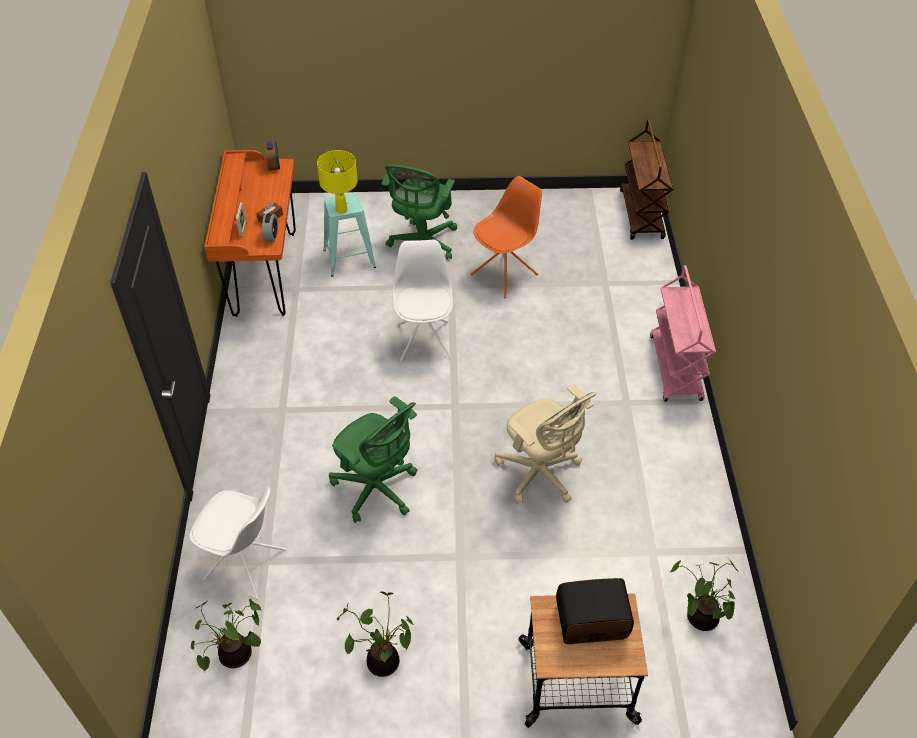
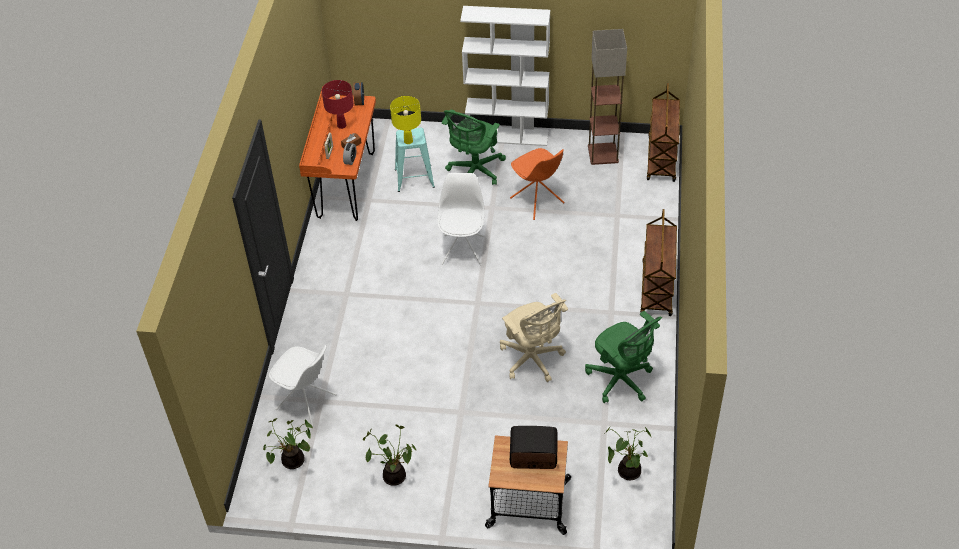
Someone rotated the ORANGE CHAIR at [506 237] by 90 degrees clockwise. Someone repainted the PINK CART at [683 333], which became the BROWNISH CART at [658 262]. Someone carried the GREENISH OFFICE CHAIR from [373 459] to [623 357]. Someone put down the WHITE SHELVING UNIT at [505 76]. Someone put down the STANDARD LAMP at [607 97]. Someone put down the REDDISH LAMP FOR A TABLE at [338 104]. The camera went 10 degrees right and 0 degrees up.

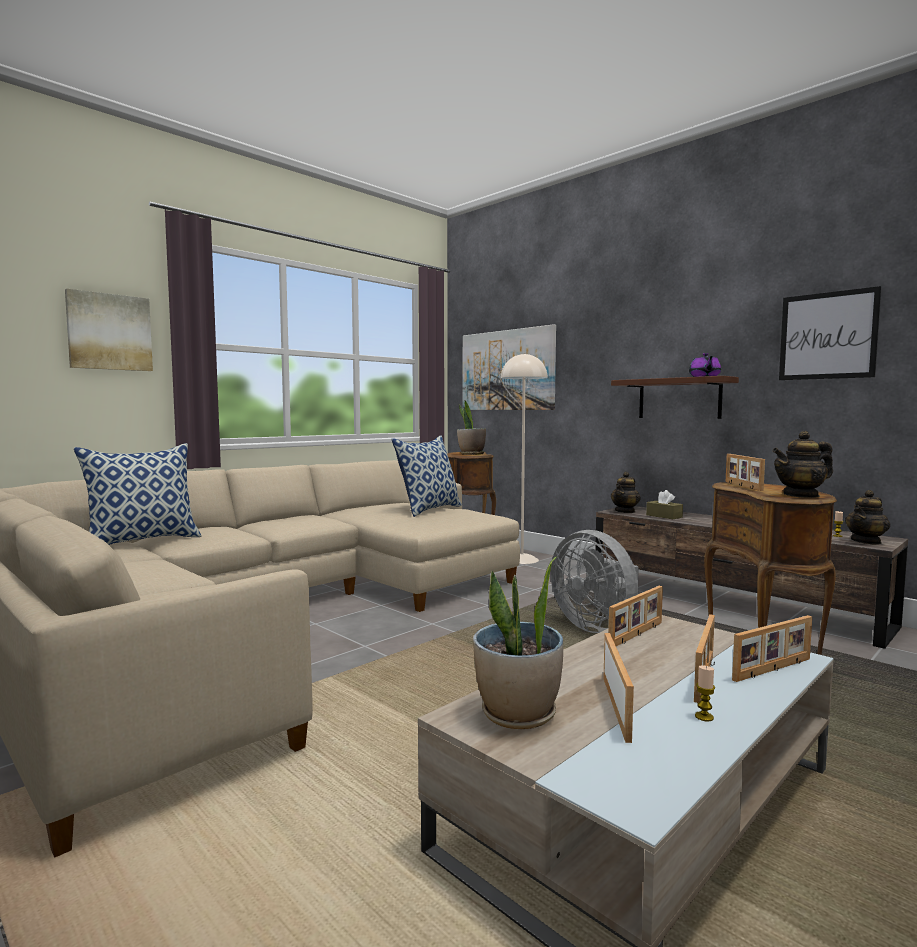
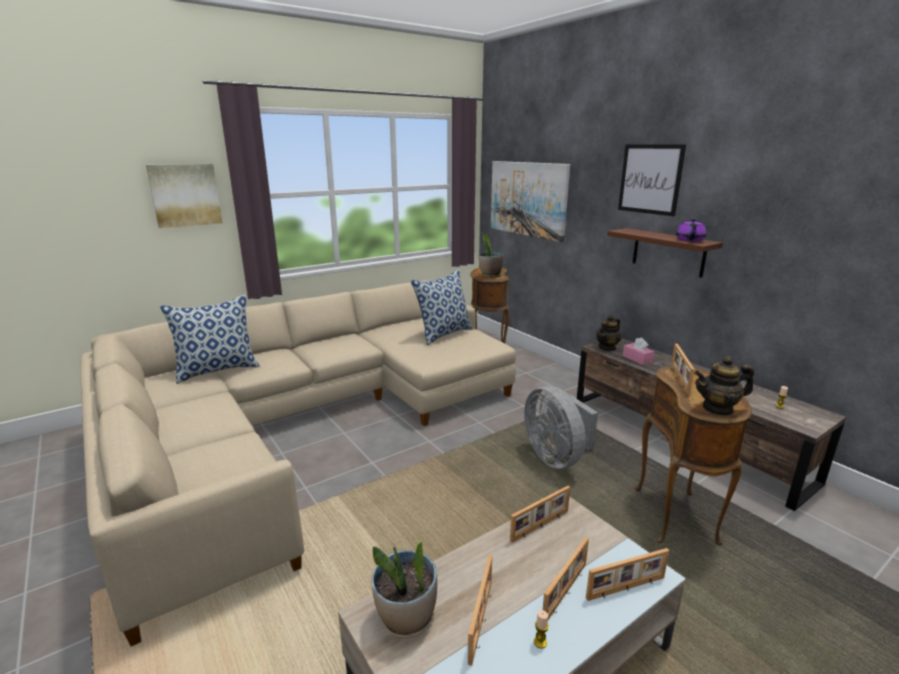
Someone carried the WALL ART from [830 333] to [652 180]. Someone took away the SAND-COLOURED STANDARD LAMP at [524 458]. Someone repainted the BROWNISH TISSUE HOLDER at [664 504], which became the PINK TISSUE HOLDER at [639 351]. Someone took away the POT FOR TEA at [867 517]. The camera went 10 degrees right and 15 degrees up.

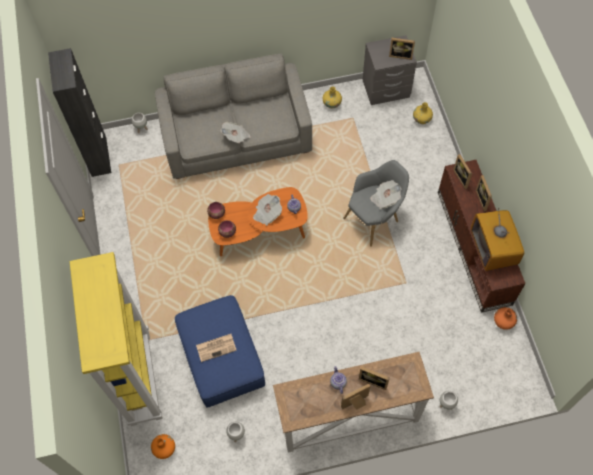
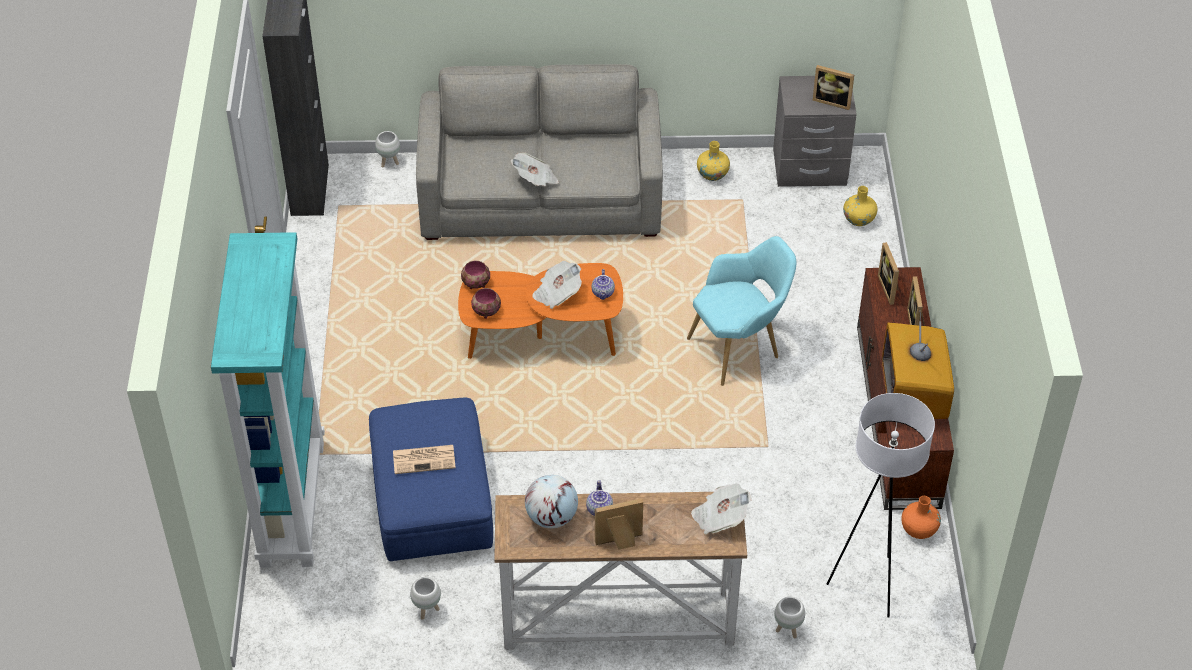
Someone repainted the GREY LOUNGE CHAIR at [376 203], which became the TURQUOISE LOUNGE CHAIR at [741 311]. Someone carried the DAILY PAPER from [385 195] to [721 509]. Someone repainted the YELLOW-COLOURED SHELVING UNIT at [116 339], which became the TURQUOISE SHELVING UNIT at [268 400]. Someone took away the STANDING FRAME at [374 378]. Someone took away the ORANGE DECORATIVE VASE at [163 446]. Someone put down the WHITE STANDARD LAMP at [880 505]. Someone put down the WORLD GLOBE at [551 501]. The camera went 10 degrees right and 15 degrees down.

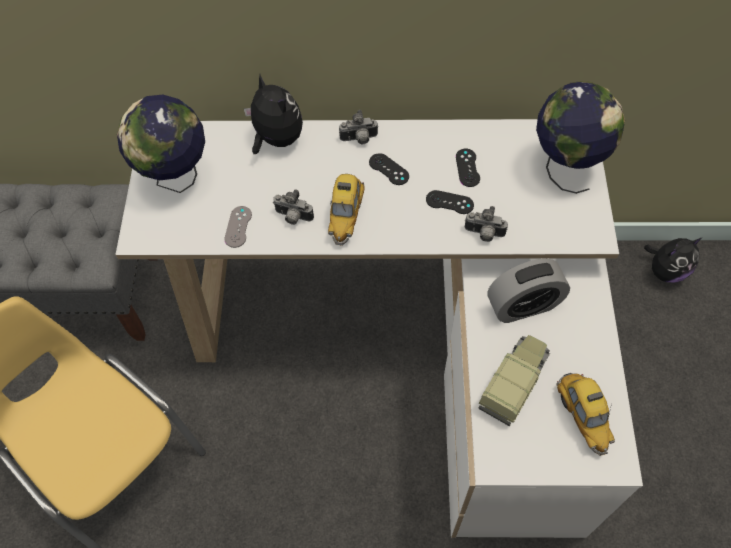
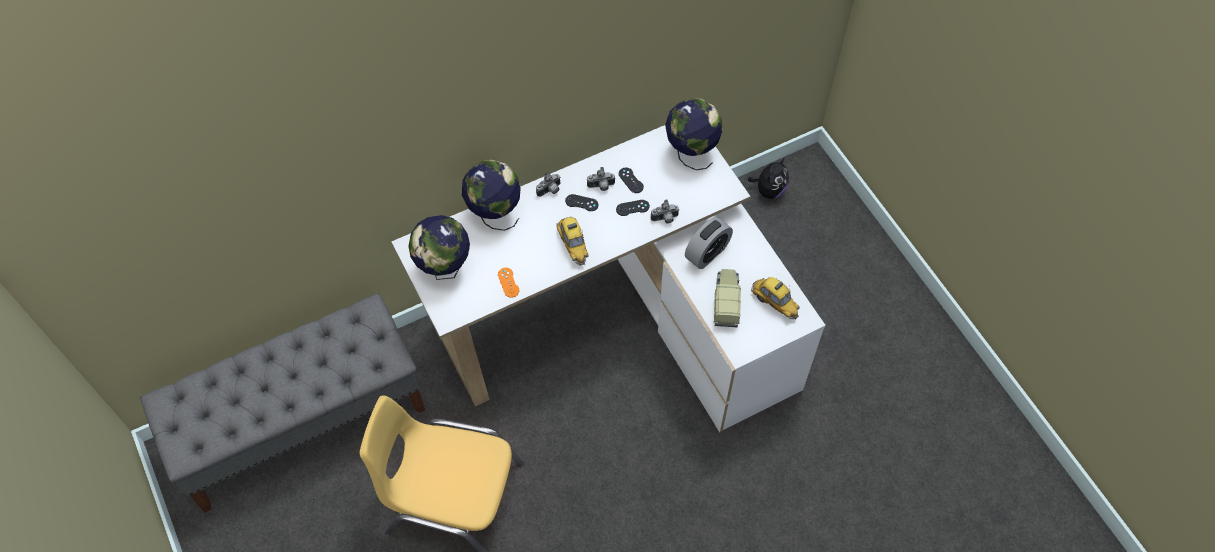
Someone swapped the SOFT TOY at [273 114] for the WORLD GLOBE at [491 195]. Someone carried the PHOTO CAMERA from [293 207] to [601 179]. Someone repainted the GREY GAME CONTROLLER at [238 227], which became the ORANGE GAME CONTROLLER at [509 283]. The camera went 30 degrees left and 0 degrees up.

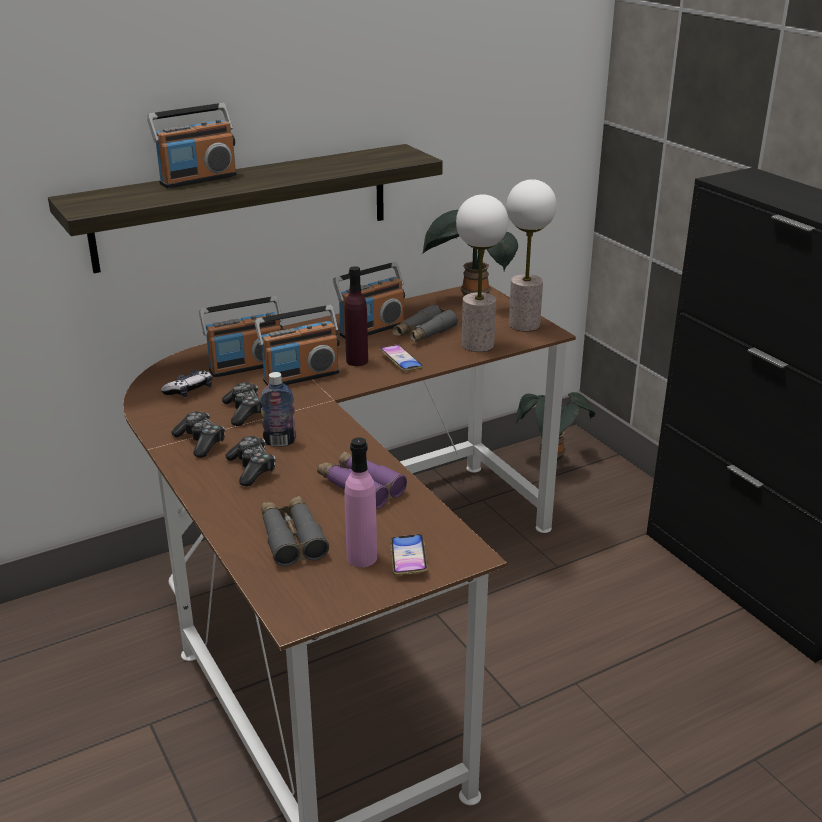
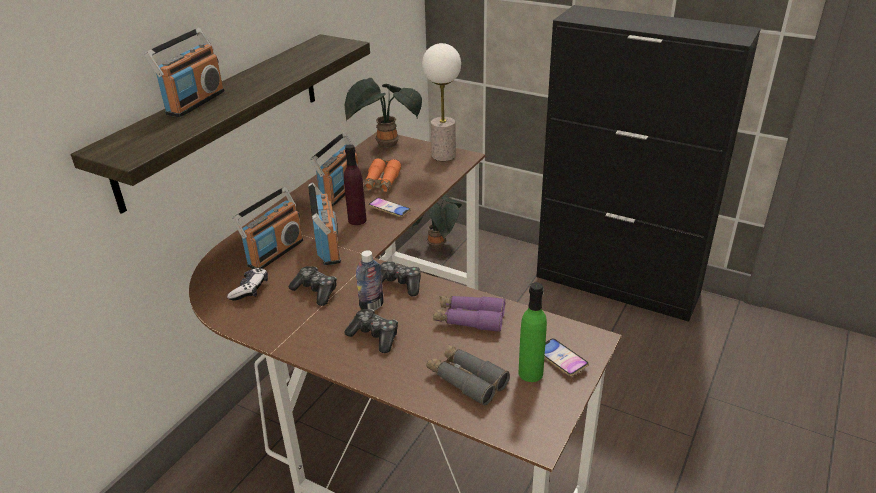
Someone took away the LAMP FOR A TABLE at [482 273]. Someone repainted the GREY FIELD GLASSES at [425 323], which became the ORANGE FIELD GLASSES at [382 175]. Someone rotated the RADIO at [297 345] by 45 degrees counterclockwise. Someone carried the GAME CONTROLLER from [198 434] to [401 278]. Someone repainted the PINK BOTTLE at [361 502], which became the GREENISH BOTTLE at [533 332]. The camera went 30 degrees left and 5 degrees up.

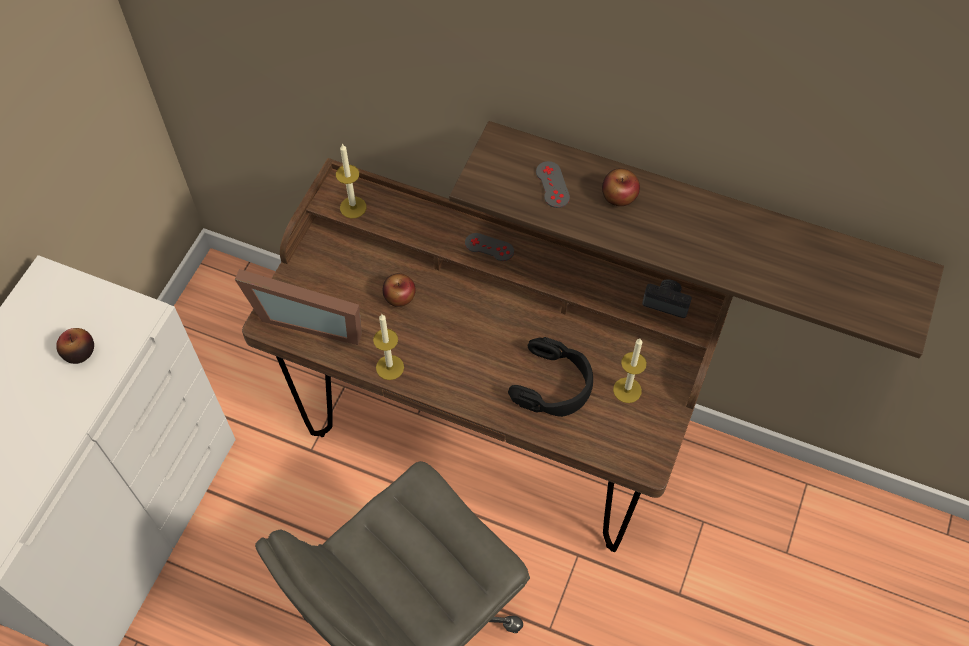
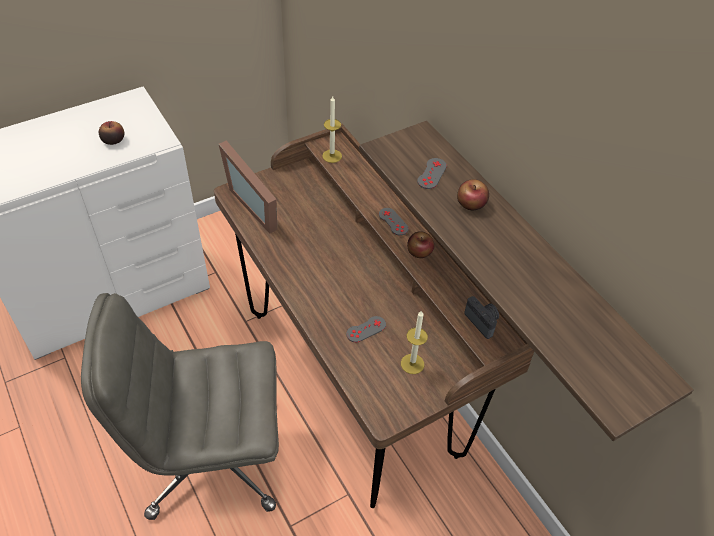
Someone carried the WHOLE APPLE from [399 290] to [420 244]. Someone took away the WAX CANDLE at [388 347]. Someone swapped the BLACK HEADSET at [550 377] for the GREY GAME CONTROLLER at [366 329]. The camera went 35 degrees right and 10 degrees down.

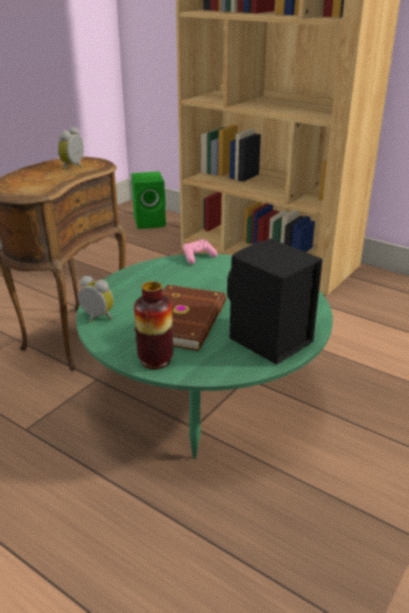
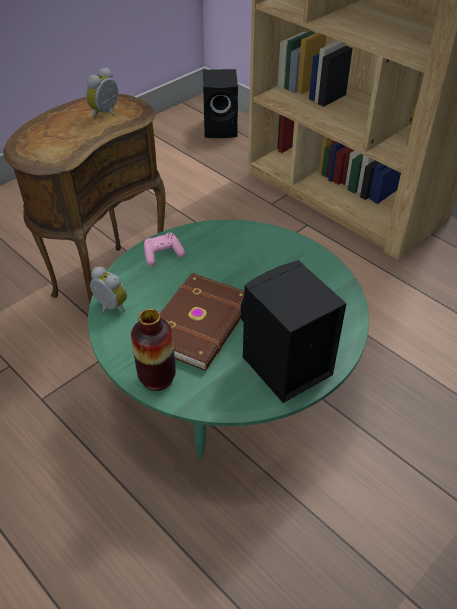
Someone repainted the GREENISH AUDIO SPEAKER at [148 200], which became the BLACK AUDIO SPEAKER at [220 103]. Someone carried the PINK GAME CONTROLLER from [200 251] to [164 249]. The camera went 10 degrees right and 15 degrees up.

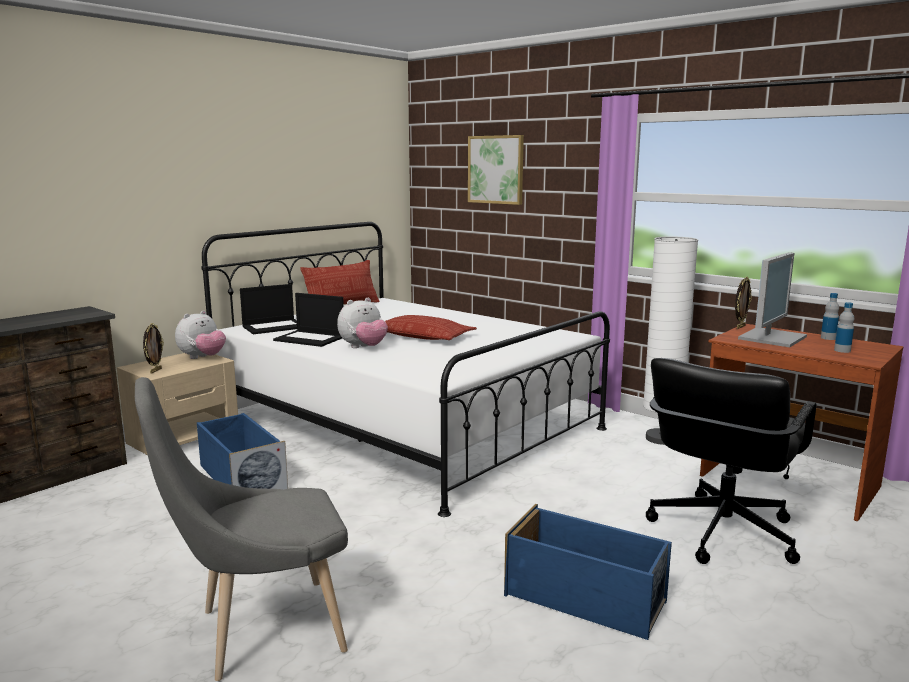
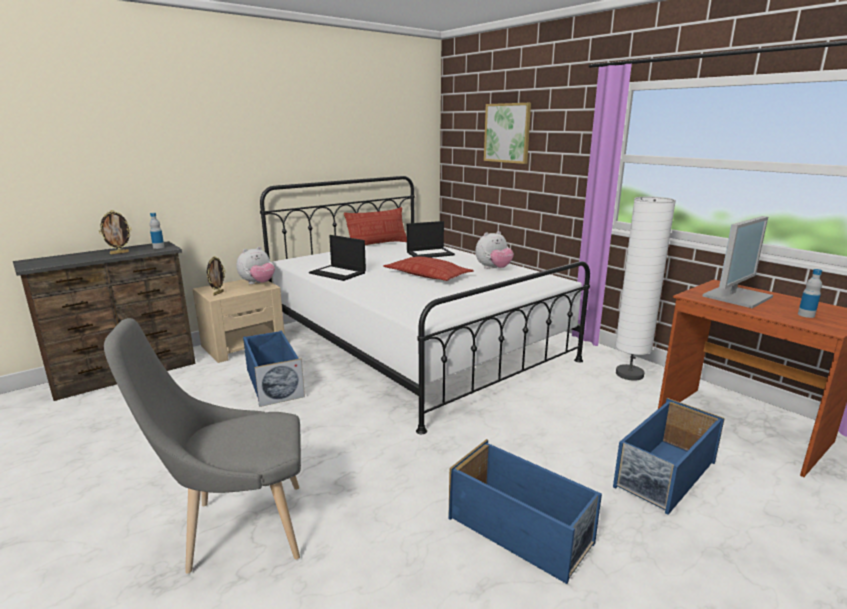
Someone carried the STANDING FRAME from [743 303] to [115 232]. Someone carried the LAPTOP from [268 309] to [431 239]. Someone carried the BOTTLE from [830 316] to [157 231]. Someone carried the SOFT TOY from [362 323] to [494 250]. Someone swapped the BLACK OFFICE CHAIR at [731 461] for the BLUE STORAGE BIN at [669 456]. The camera went 10 degrees right and 5 degrees up.

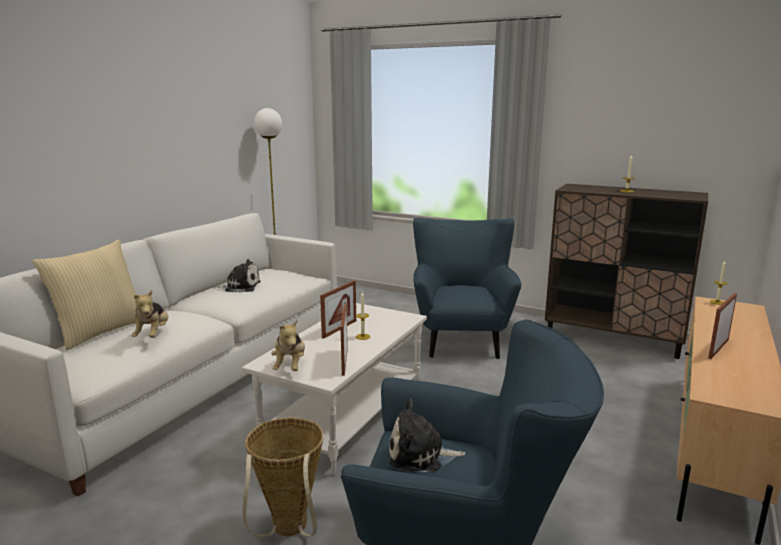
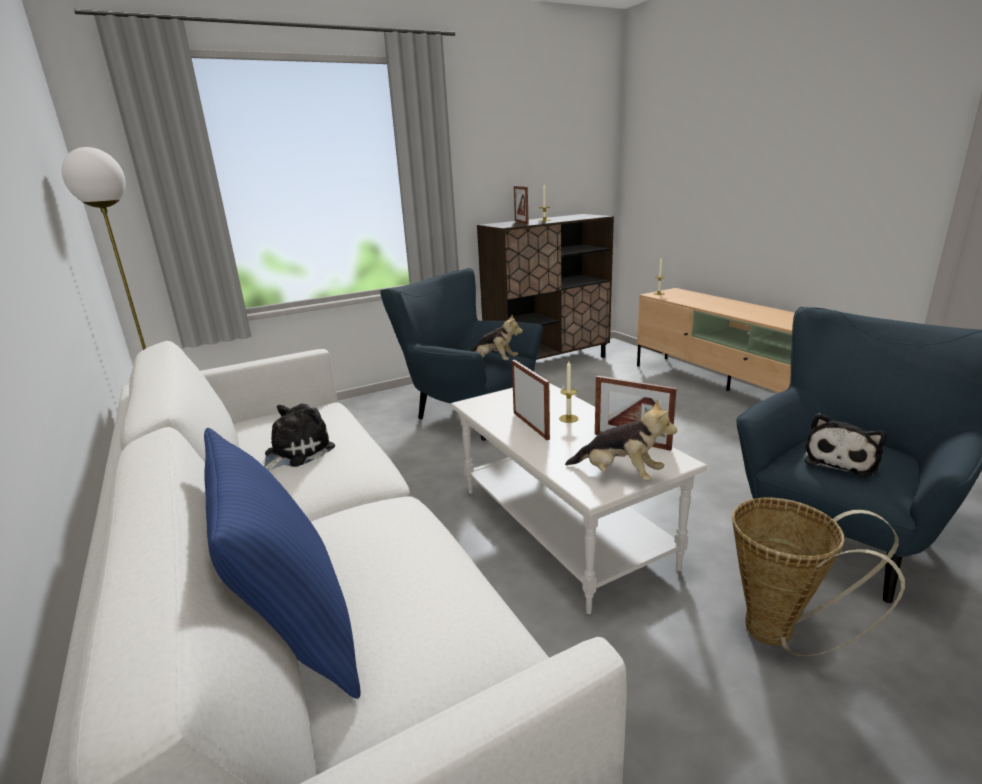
Someone repainted the SAND-COLOURED CUSHION at [84 295], which became the BLUE CUSHION at [282 563]. Someone carried the SOFT TOY from [149 314] to [497 337]. Someone carried the STANDING FRAME from [722 326] to [521 205]. The camera went 55 degrees left and 5 degrees up.

